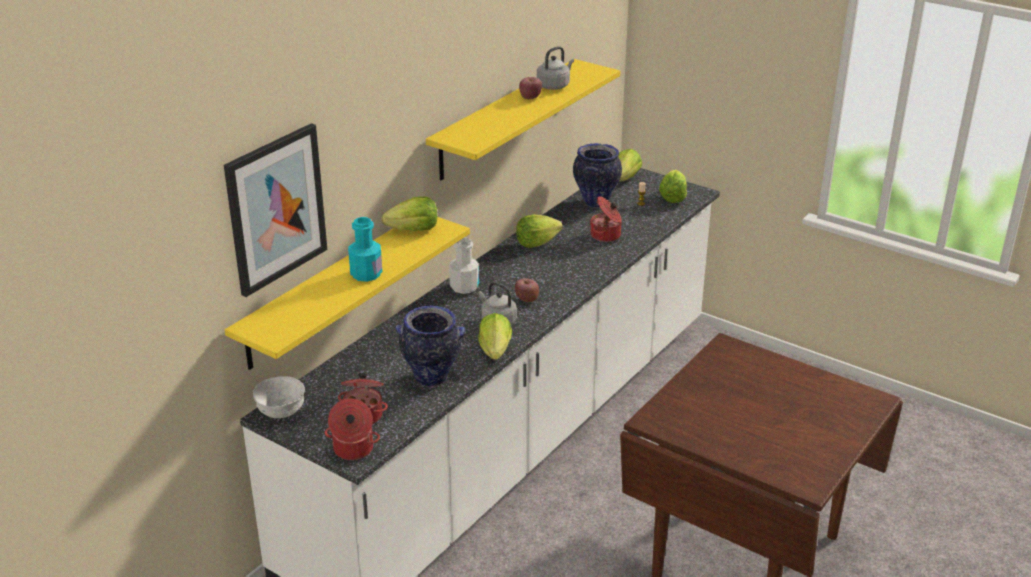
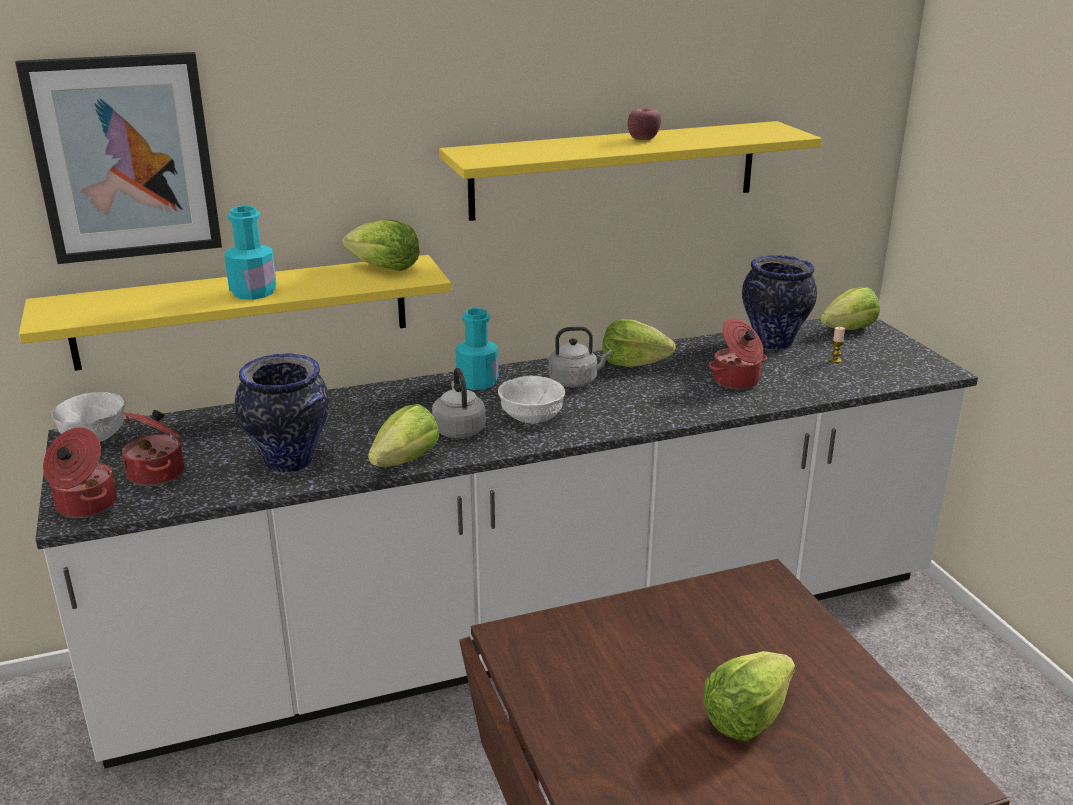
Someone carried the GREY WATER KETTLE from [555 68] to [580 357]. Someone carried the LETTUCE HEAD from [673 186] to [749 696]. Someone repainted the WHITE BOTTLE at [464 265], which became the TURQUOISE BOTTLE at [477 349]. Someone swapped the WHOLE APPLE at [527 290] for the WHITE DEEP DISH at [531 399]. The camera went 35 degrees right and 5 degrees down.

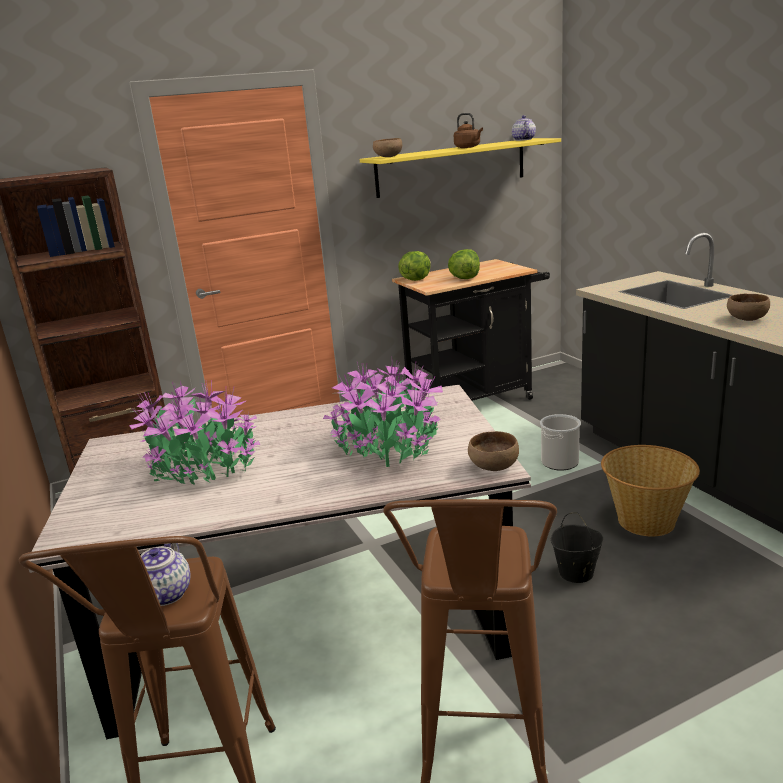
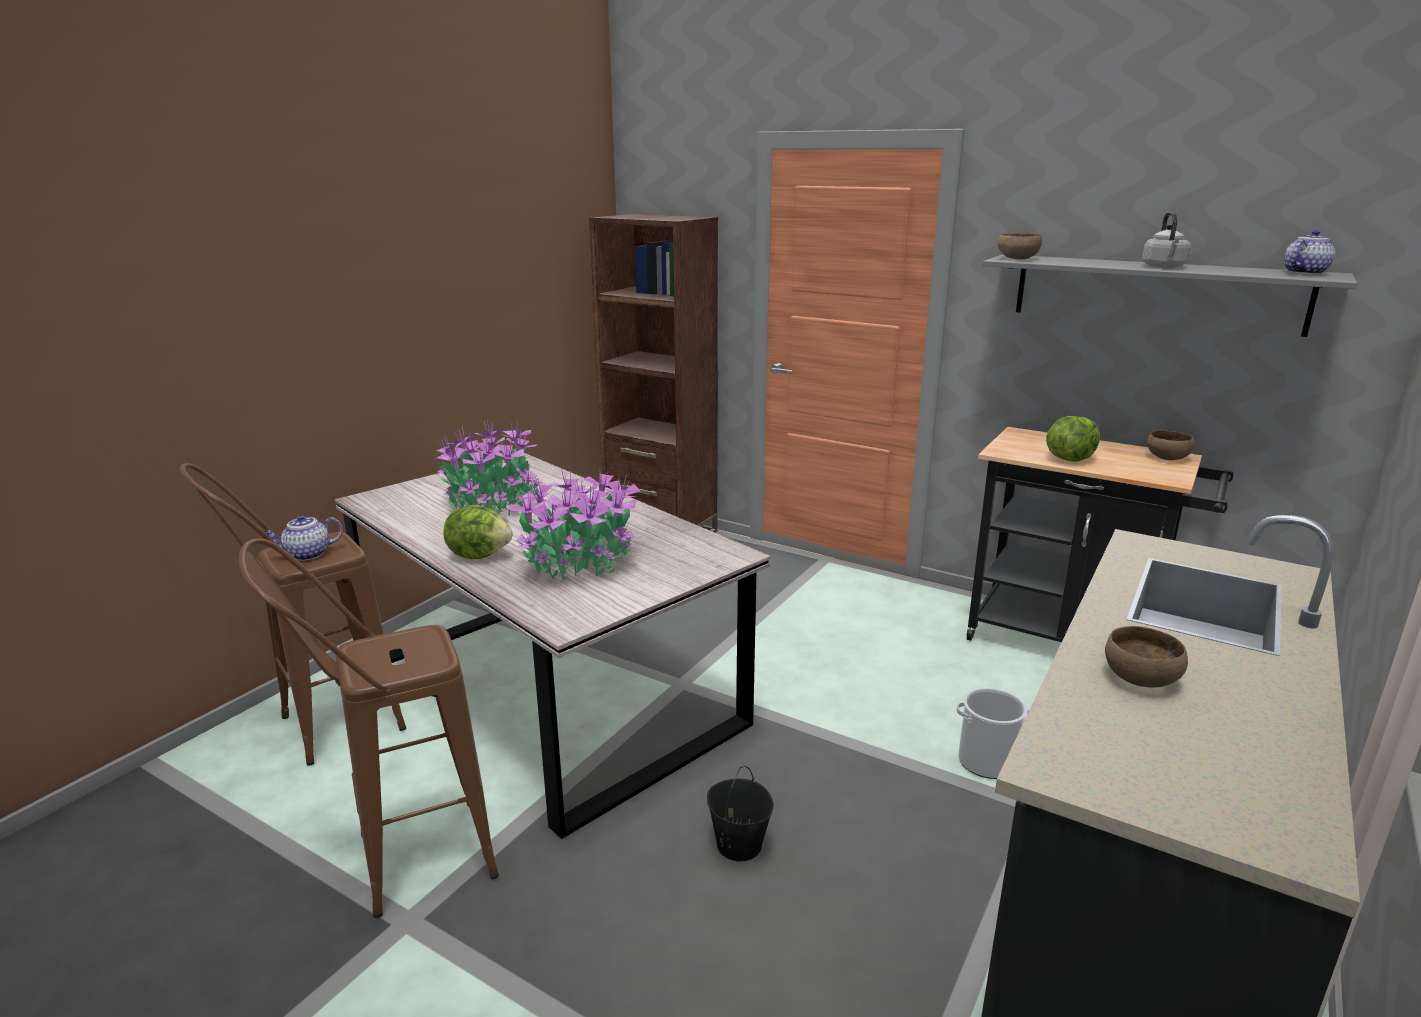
Someone repainted the BROWNISH WATER KETTLE at [468 130], which became the GREY WATER KETTLE at [1166 240]. Someone repainted the YELLOW-COLOURED BRACKET SHELF at [460 168], which became the GREY BRACKET SHELF at [1170 295]. Someone carried the LETTUCE HEAD from [414 266] to [477 532]. Someone carried the BROWNISH DEEP DISH from [493 451] to [1171 445]. Someone took away the BASKET at [650 490]. The camera went 55 degrees right and 0 degrees up.

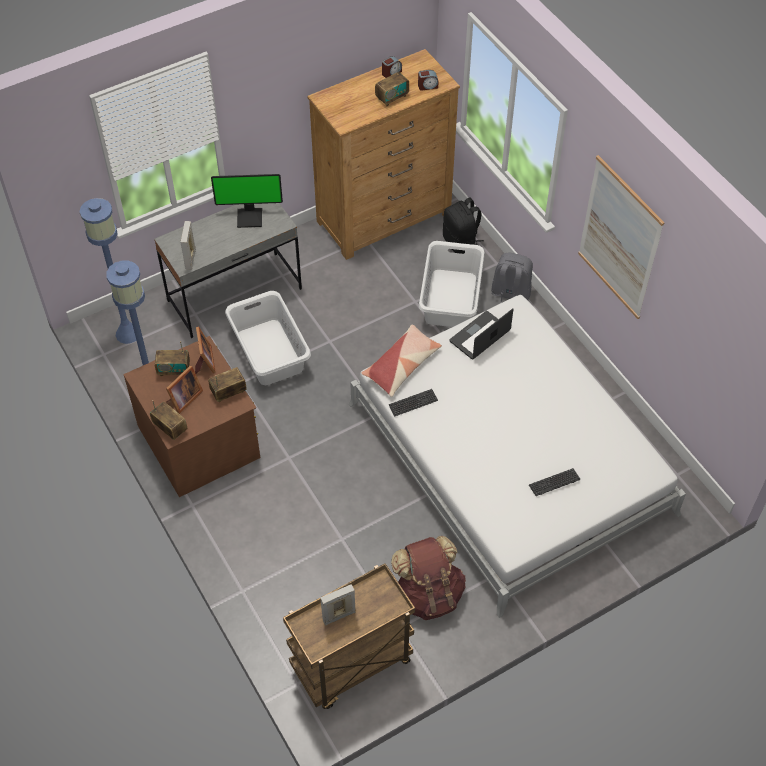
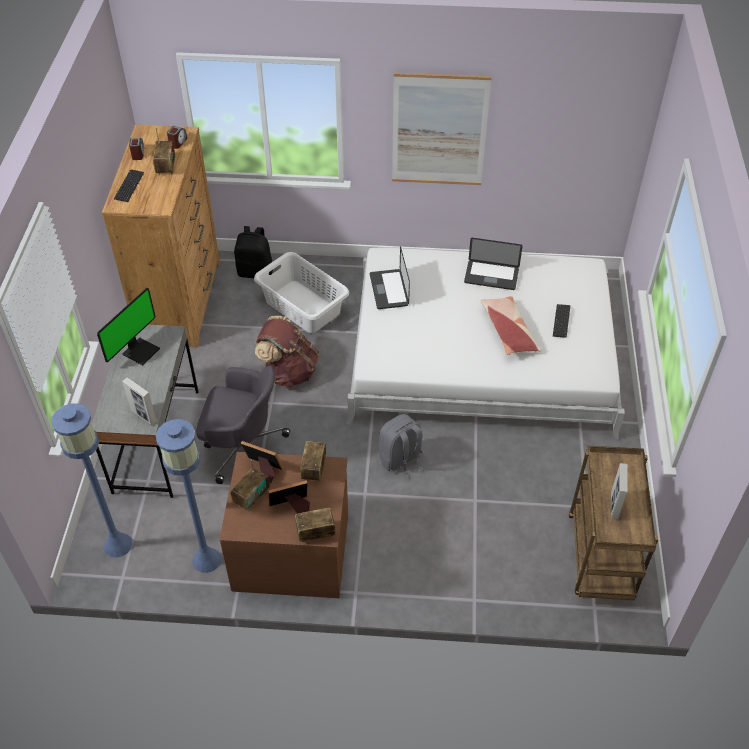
Someone carried the GREY KNAPSACK from [512 277] to [402 447]. Someone swapped the WHITE WASHING BASKET at [268 338] for the GREY OFFICE CHAIR at [243 424]. Someone carried the CUSHION from [401 361] to [511 325]. Someone rotated the STANDING FRAME at [184 389] by 90 degrees counterclockwise. Someone carried the PC KEYBOARD from [413 403] to [129 185]. Someone carried the BROWNISH KNAPSACK from [428 578] to [287 351]. Someone put down the LAPTOP at [493 264]. The camera went 55 degrees left and 5 degrees down.

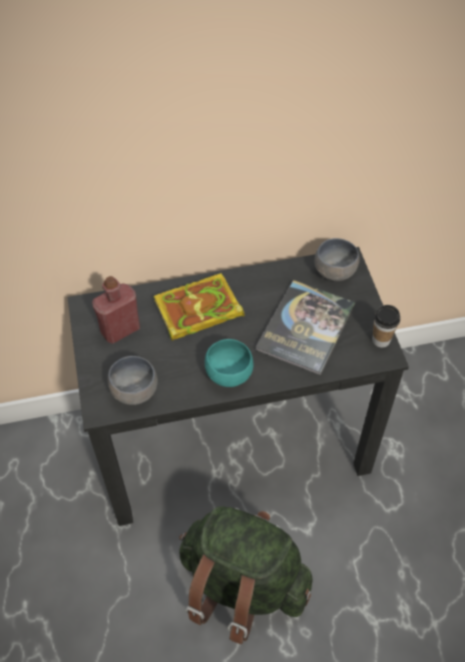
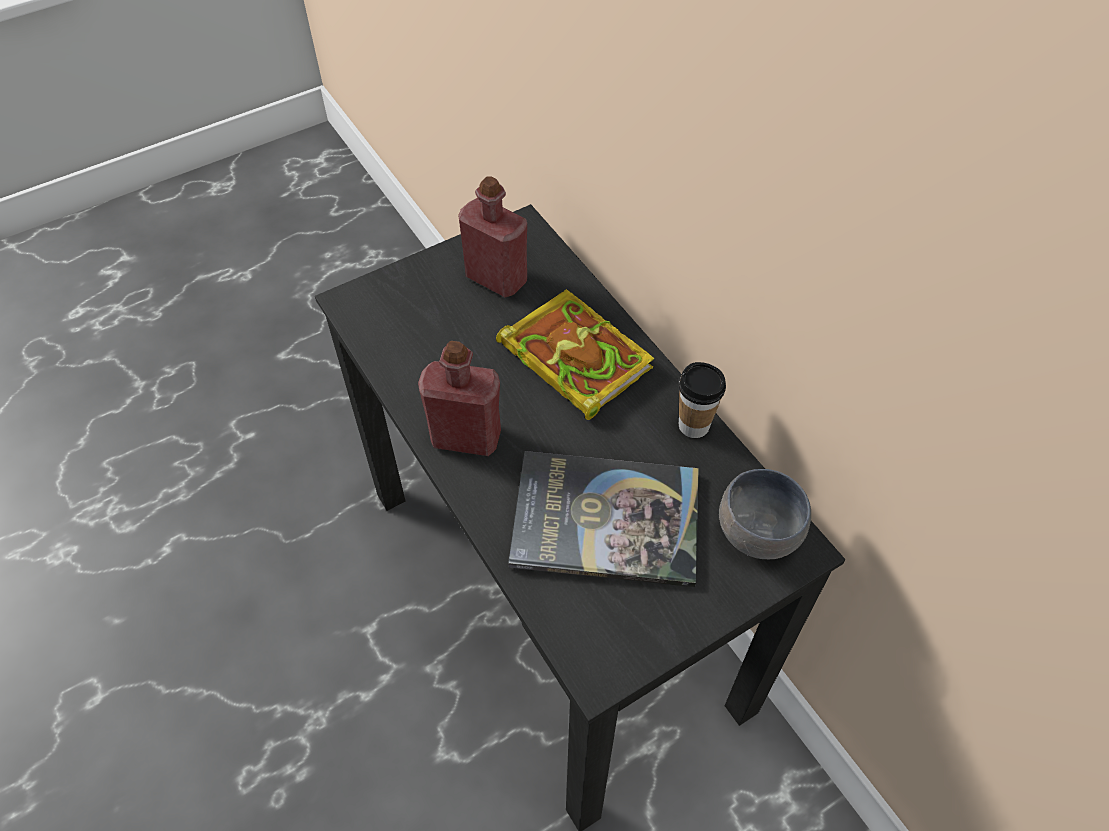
Someone carried the DRINKING CUP from [386 326] to [702 400]. Someone swapped the TURQUOISE DEEP DISH at [229 363] for the REDDISH BOTTLE at [459 398]. Someone took away the GREY DEEP DISH at [133 380]. Someone took away the GREENISH KNAPSACK at [246 575]. The camera went 70 degrees right and 0 degrees up.

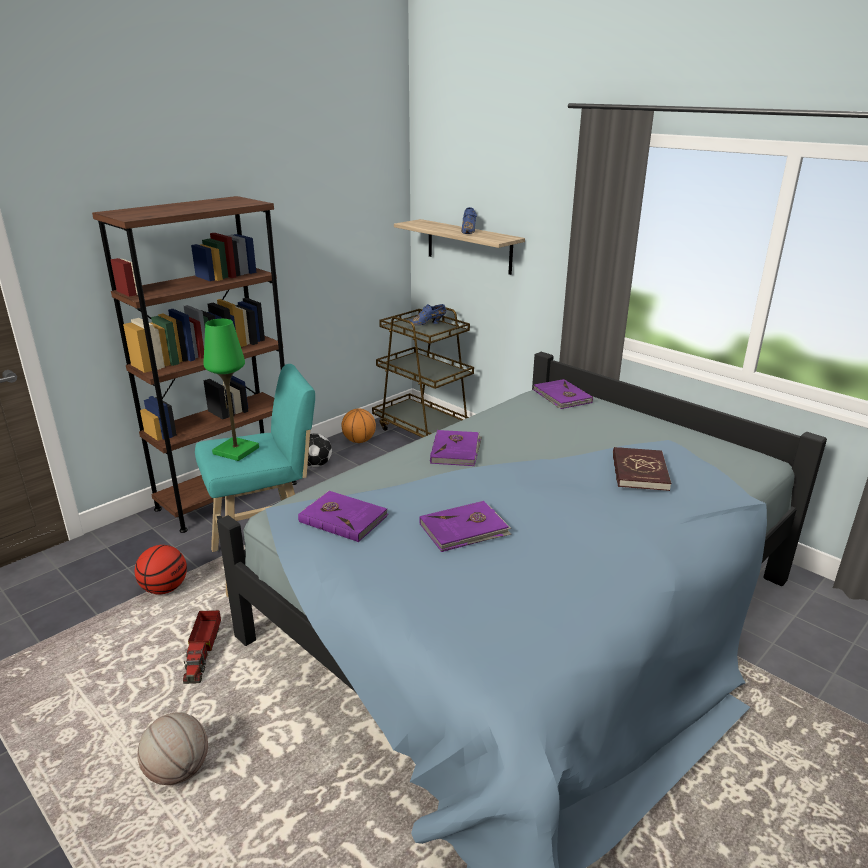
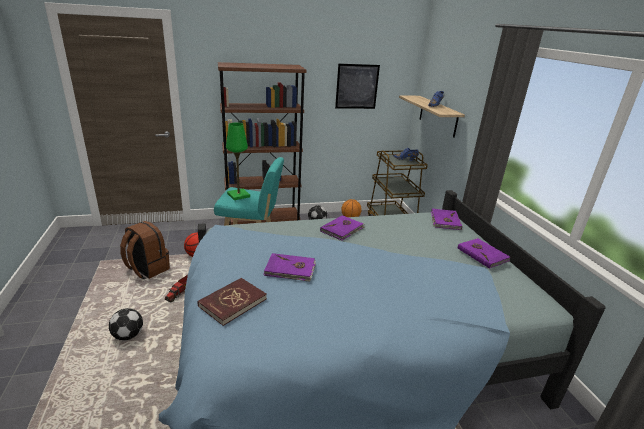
Someone carried the REDDISH BOUND BOOK from [642 469] to [232 302]. Someone carried the PURPLISH BOUND BOOK from [343 516] to [484 253]. Someone swapped the BALL FOR BASKETBALL at [172 748] for the BALL FOR FOOTBALL at [126 324]. Someone put up the WALL ART at [357 86]. Someone put down the BROWNISH KNAPSACK at [145 250]. The camera went 30 degrees right and 0 degrees up.

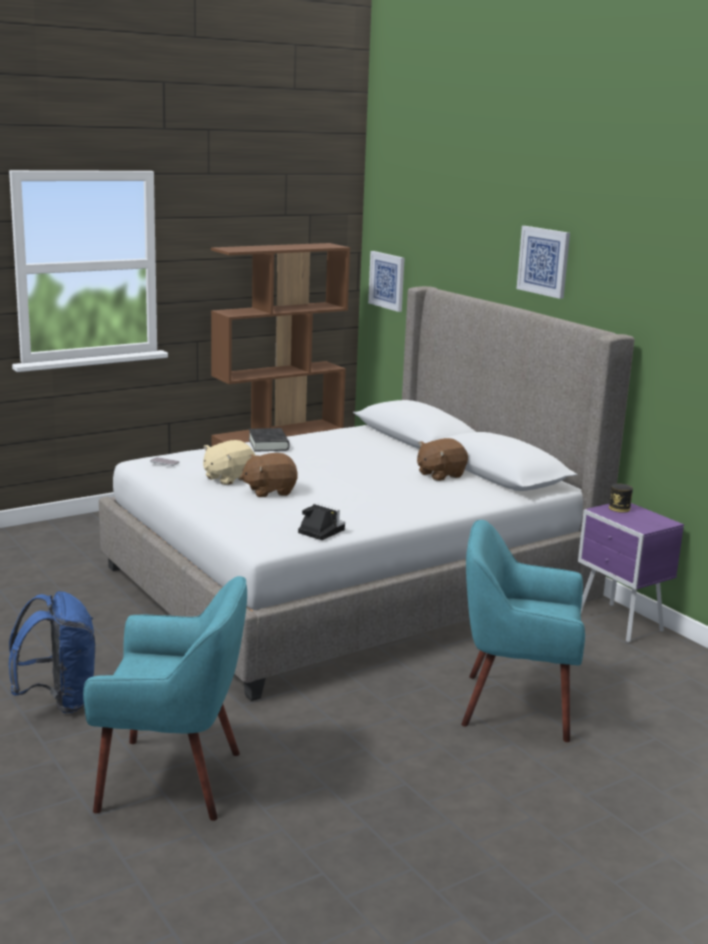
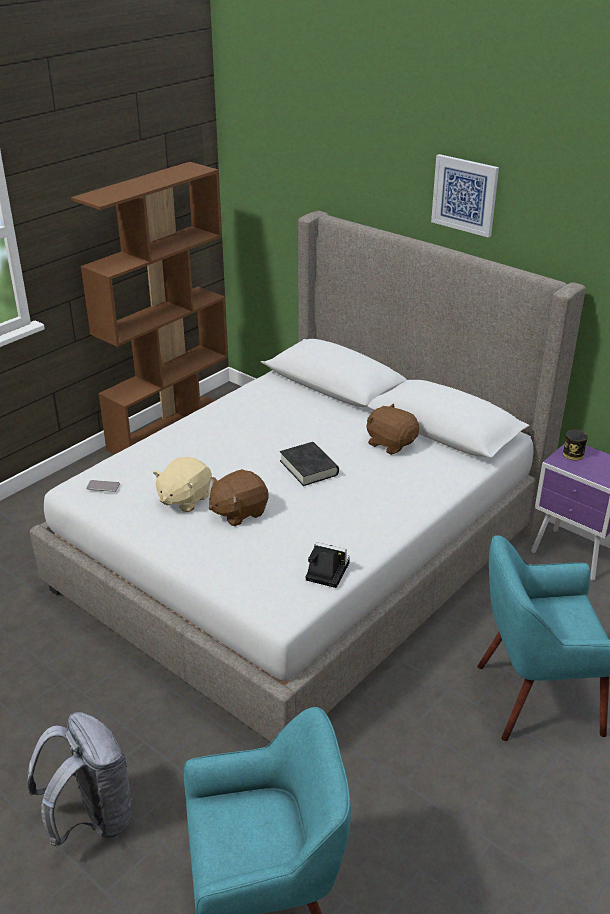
Someone took away the WALL ART at [386 281]. Someone carried the BLACK BOUND BOOK from [269 440] to [309 464]. Someone rotated the BROWNISH SOFT TOY at [442 459] by 90 degrees clockwise. Someone repainted the BLUE KNAPSACK at [52 652], which became the GREY KNAPSACK at [79 780]. The camera went 15 degrees left and 15 degrees up.

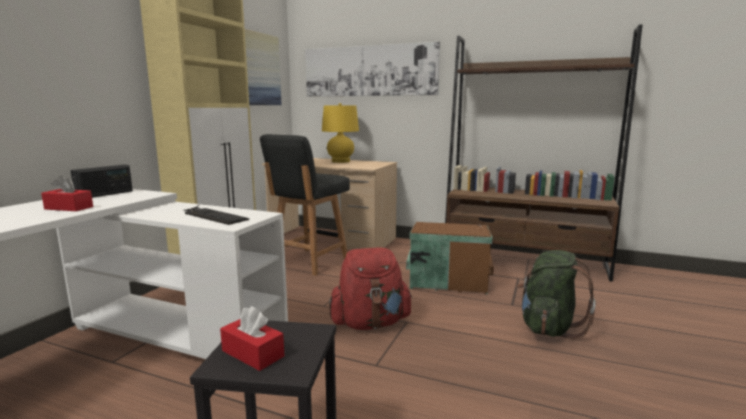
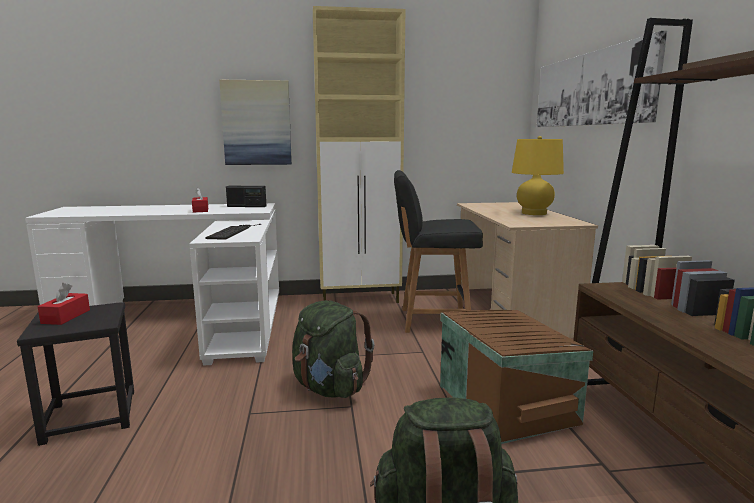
Someone carried the WALL ART from [263 67] to [255 122]. Someone repainted the REDDISH KNAPSACK at [371 289], which became the GREENISH KNAPSACK at [333 349]. The camera went 60 degrees right and 0 degrees up.

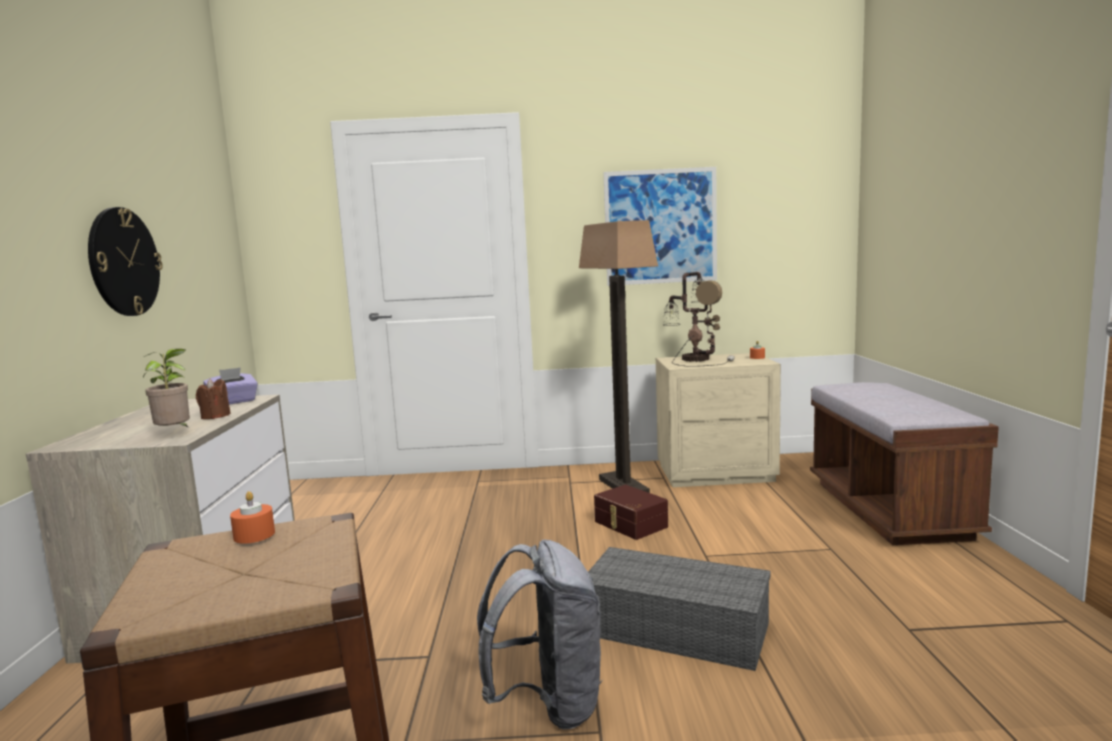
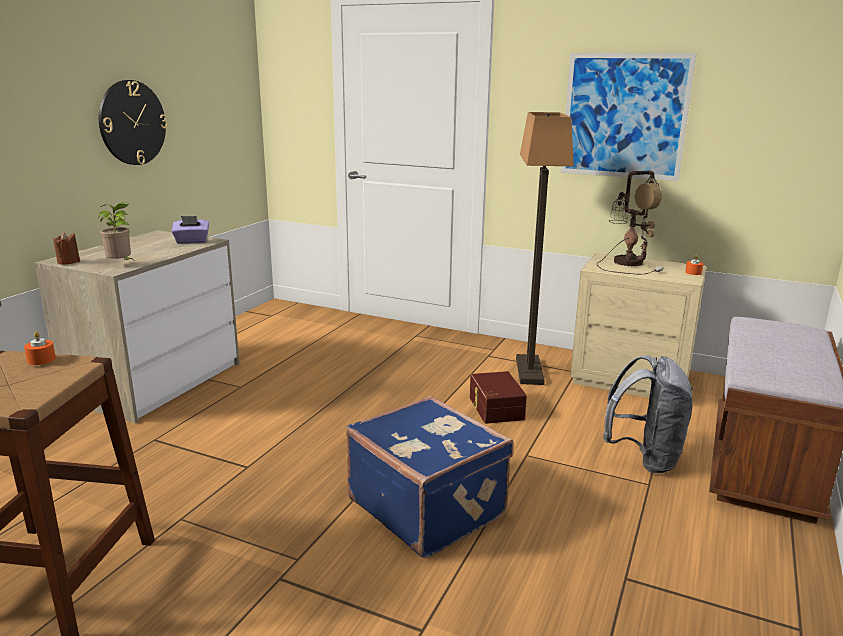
Someone carried the BROWNISH WAX CANDLE from [213 399] to [66 248]. Someone carried the GREY KNAPSACK from [540 635] to [648 414]. Someone swapped the GREY STORAGE BIN at [679 609] for the BLUE SUITCASE at [430 477]. The camera went 25 degrees right and 10 degrees up.

